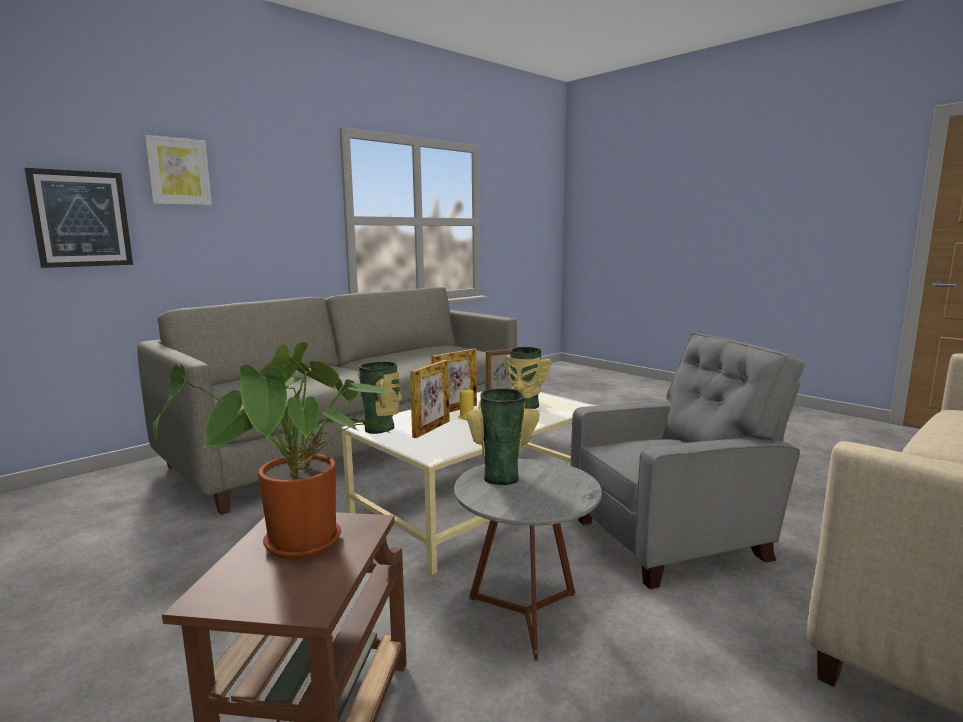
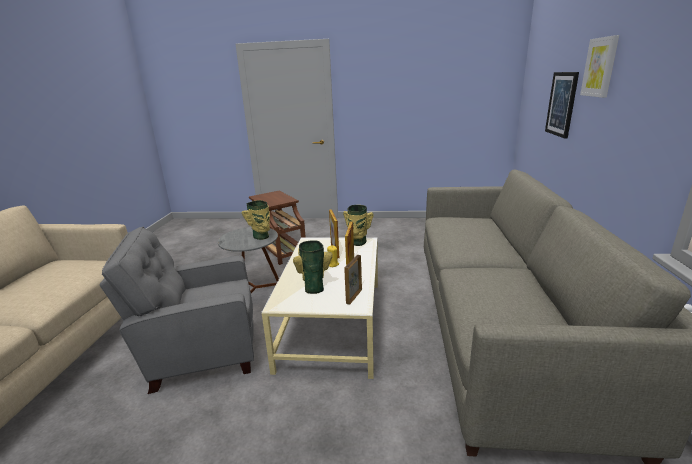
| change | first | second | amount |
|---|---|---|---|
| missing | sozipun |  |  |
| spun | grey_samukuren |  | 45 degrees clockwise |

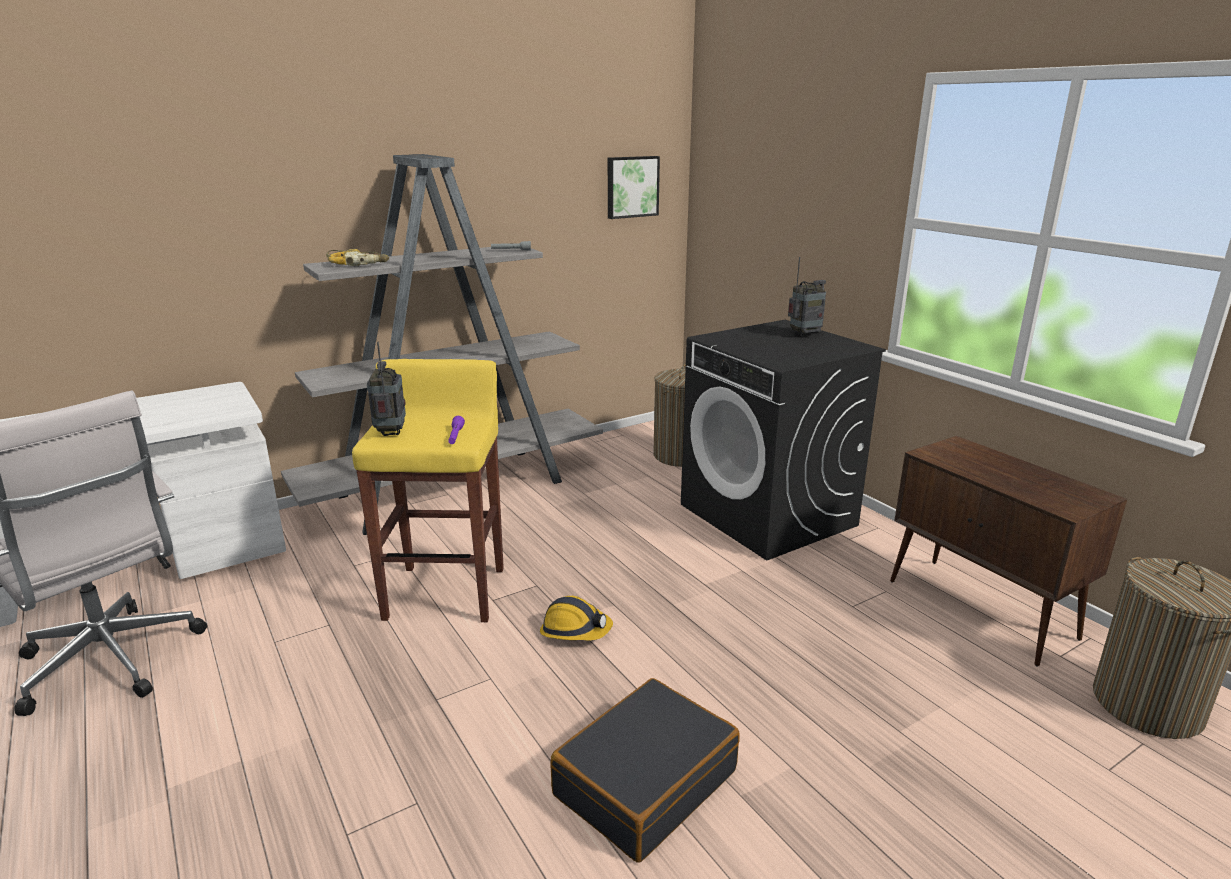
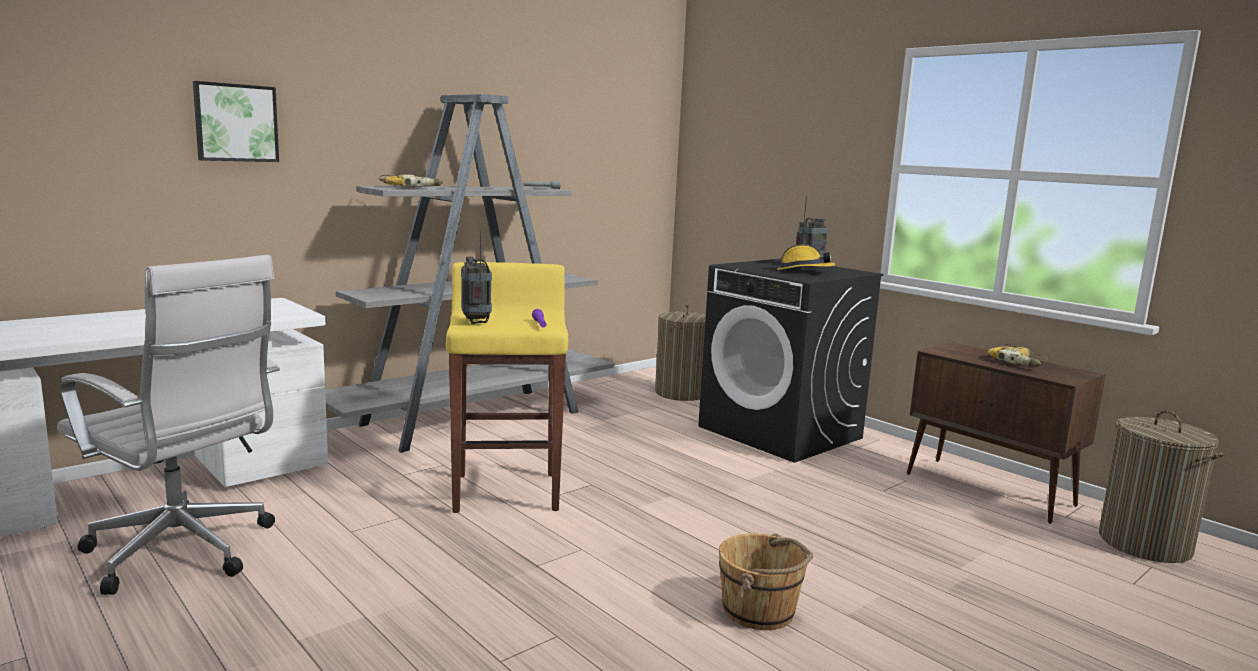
| change | first | second | amount |
|---|---|---|---|
| appeared |  | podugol (no. 2 from left) |  |
| relocated | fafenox |  |  |
| relocated | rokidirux |  |  |
| exchanged | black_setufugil | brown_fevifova |  |

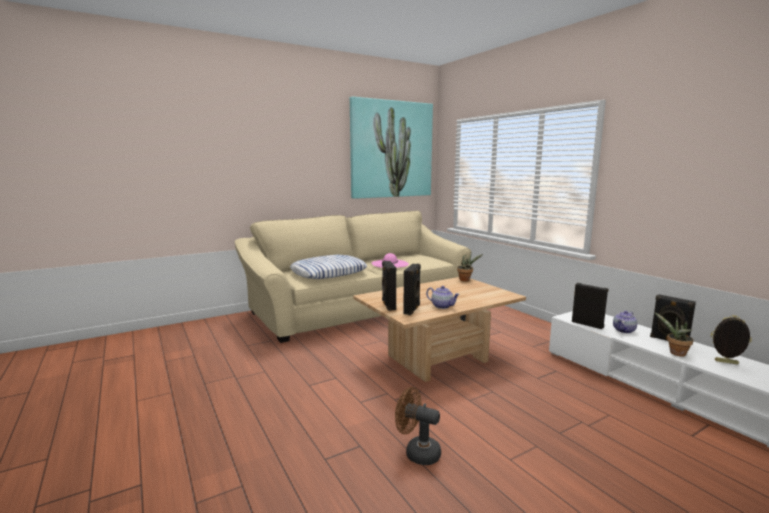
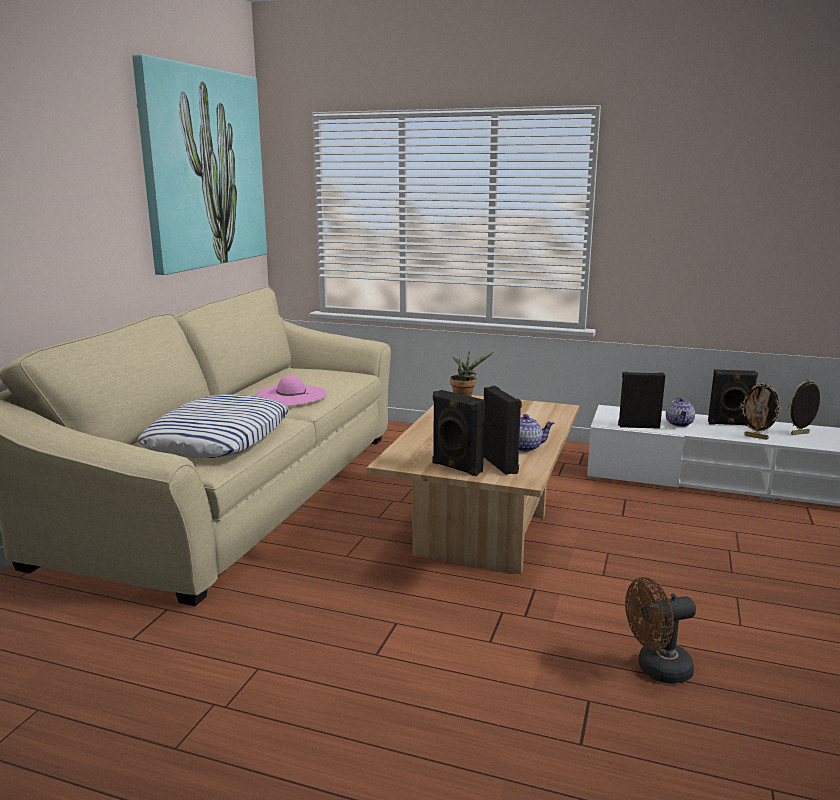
| change | first | second | amount |
|---|---|---|---|
| exchanged | sozipun (no. 2 from left) | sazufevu (no. 1 from left) |  |

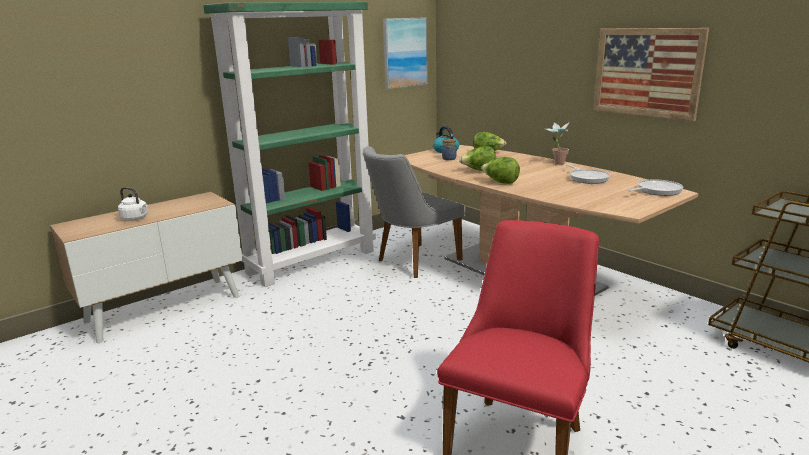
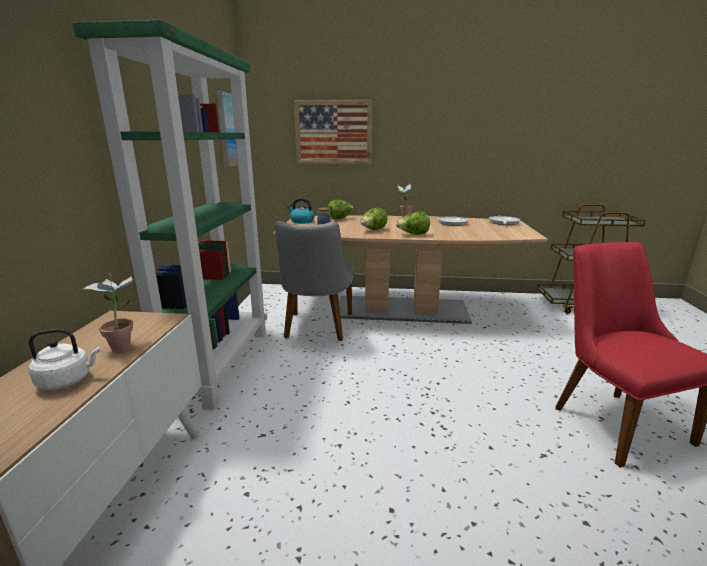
| change | first | second | amount |
|---|---|---|---|
| appeared |  | sozipun (no. 1 from left) |  |
| relocated | rokidirux (no. 2 from left) |  |  |

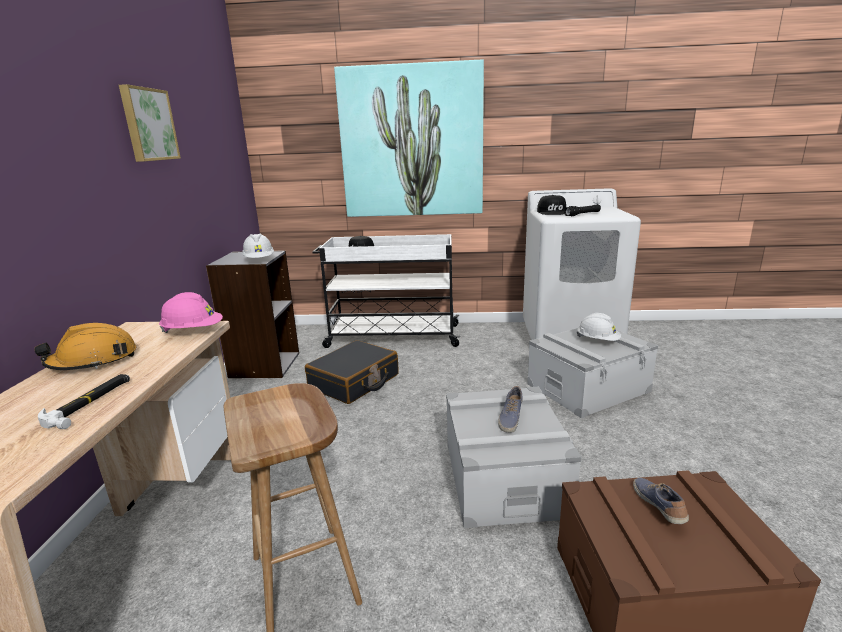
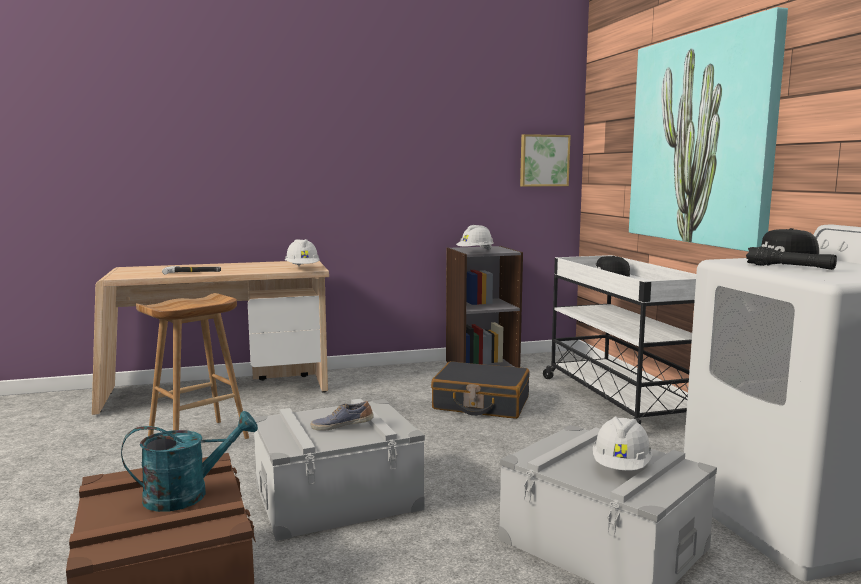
| change | first | second | amount |
|---|---|---|---|
| missing | orange_fafenox |  |  |
| relocated | rokidirux (no. 1 from left) |  |  |
| exchanged | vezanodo (no. 2 from left) | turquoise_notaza |  |
| colour | pink_fafenox | white_fafenox (no. 1 from left) |  |

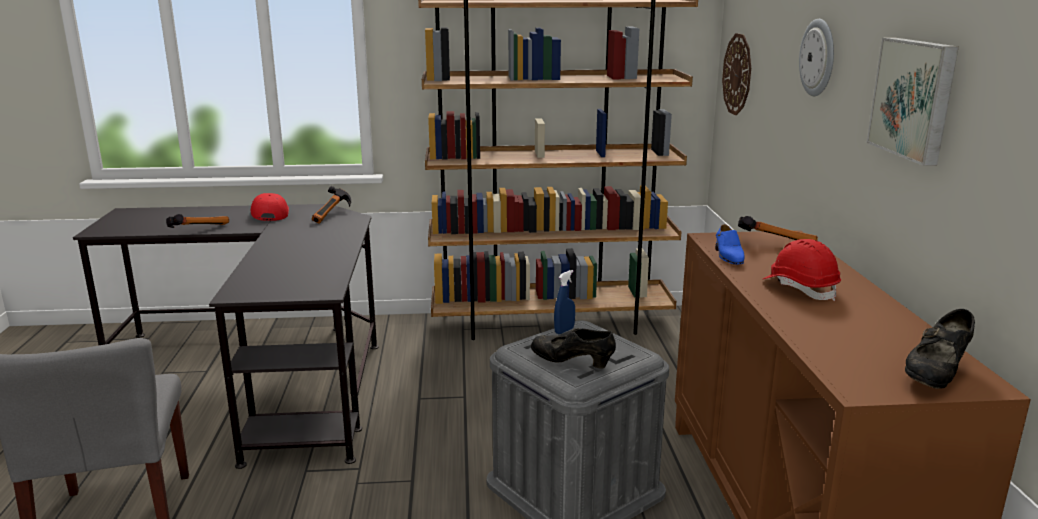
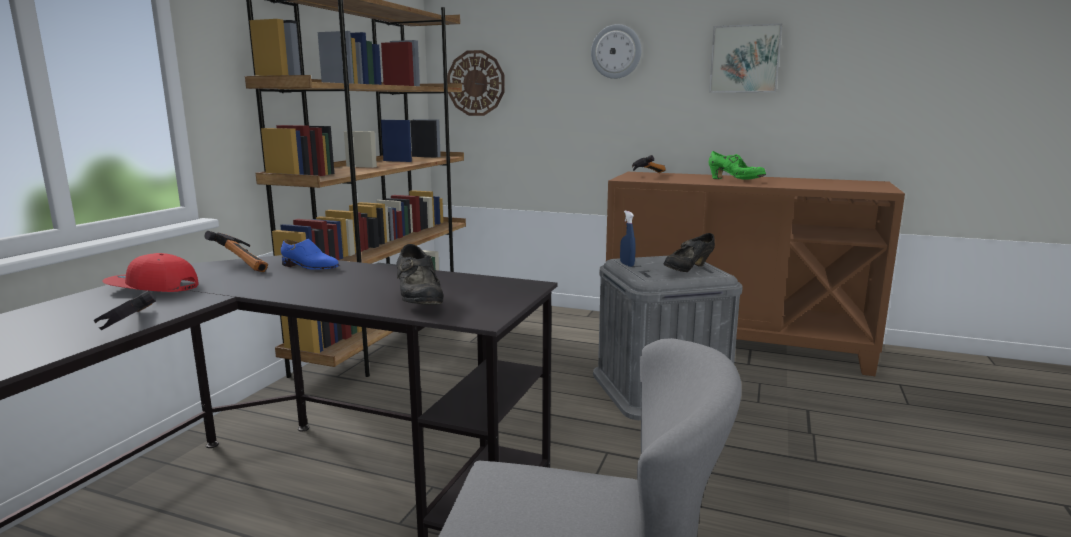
| change | first | second | amount |
|---|---|---|---|
| relocated | blue_vezanodo |  |  |
| relocated | black_vezanodo (no. 2 from left in the first image) | black_vezanodo (no. 1 from left) |  |
| exchanged | red_fafenox | green_vezanodo |  |

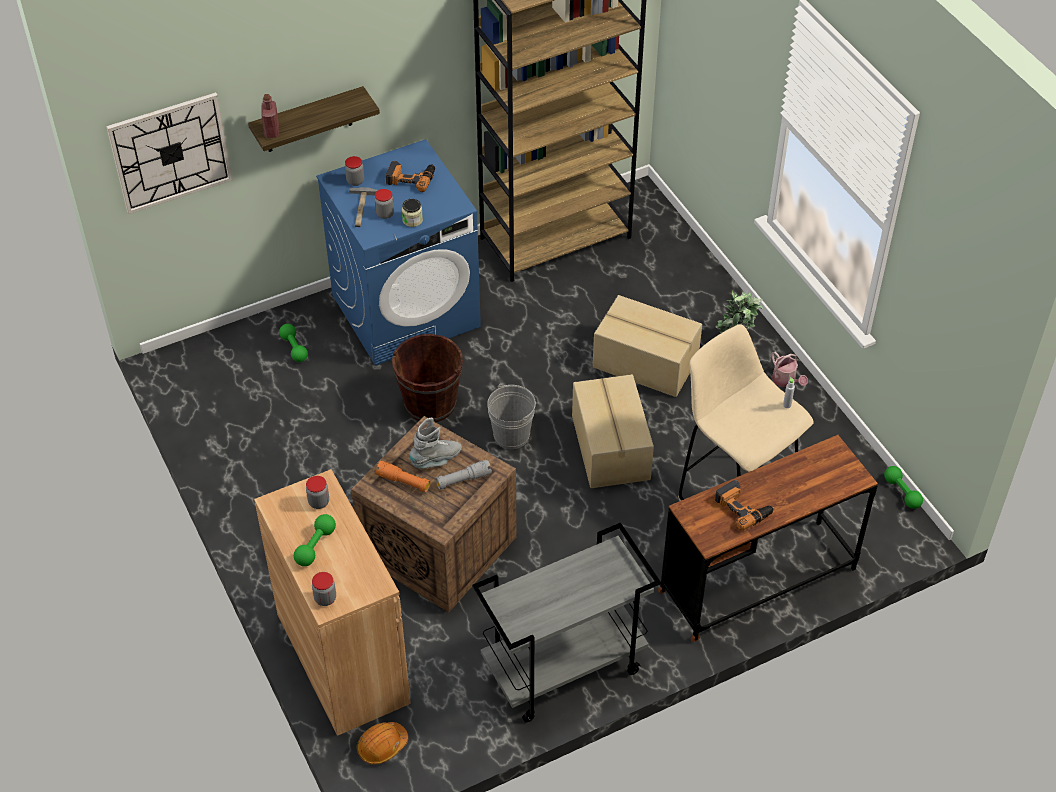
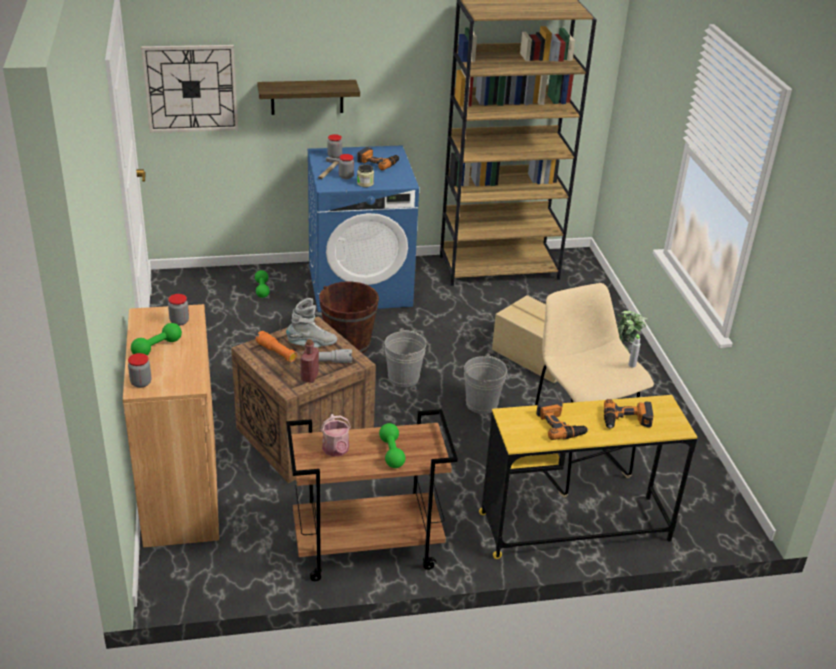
| change | first | second | amount |
|---|---|---|---|
| missing | orange_fafenox |  |  |
| appeared |  | podugol (no. 3 from left) |  |
| relocated | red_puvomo |  |  |
| relocated | notaza |  |  |
| relocated | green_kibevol (no. 3 from left) |  |  |
| exchanged | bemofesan (no. 1 from left) | grey_fevifova (no. 2 from left) |  |
| colour | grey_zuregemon | brown_zuregemon |  |
| colour | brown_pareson | yellow_pareson |  |

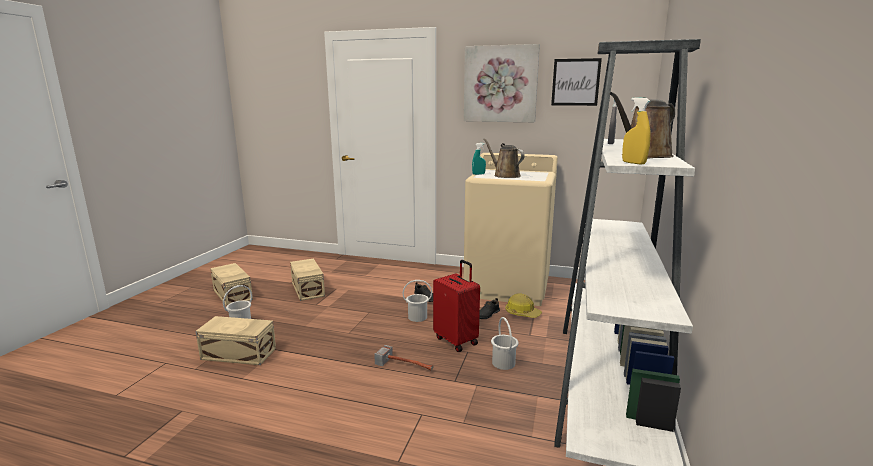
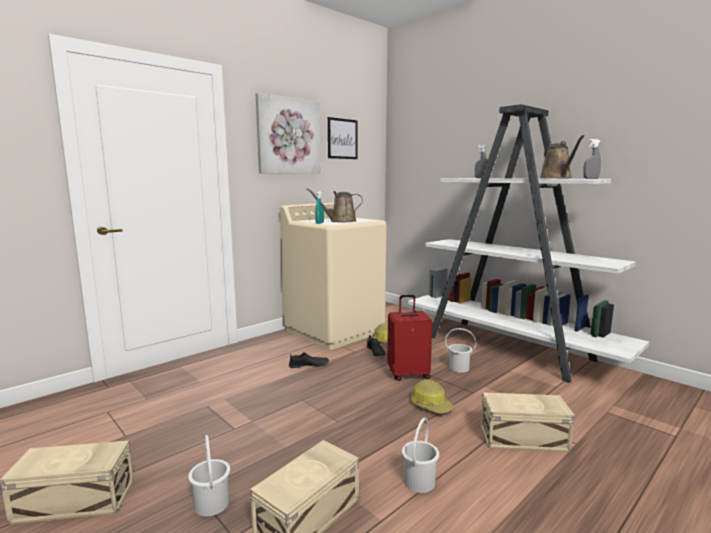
| change | first | second | amount |
|---|---|---|---|
| relocated | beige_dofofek (no. 3 from left) |  |  |
| relocated | white_fevifova (no. 2 from left) |  |  |
| exchanged | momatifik | fafenox (no. 2 from left) |  |
| colour | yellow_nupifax | grey_nupifax (no. 2 from left) |  |

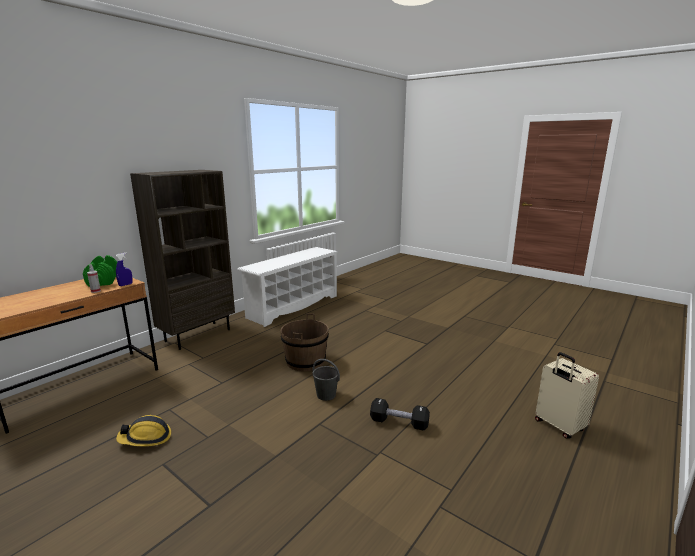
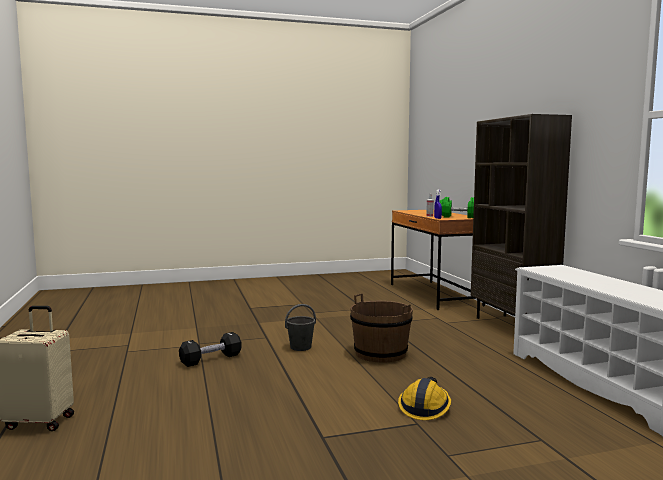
| change | first | second | amount |
|---|---|---|---|
| relocated | fafenox |  |  |

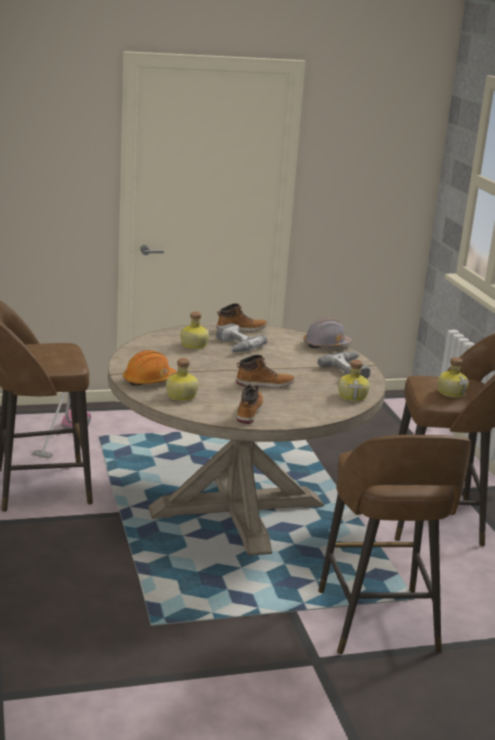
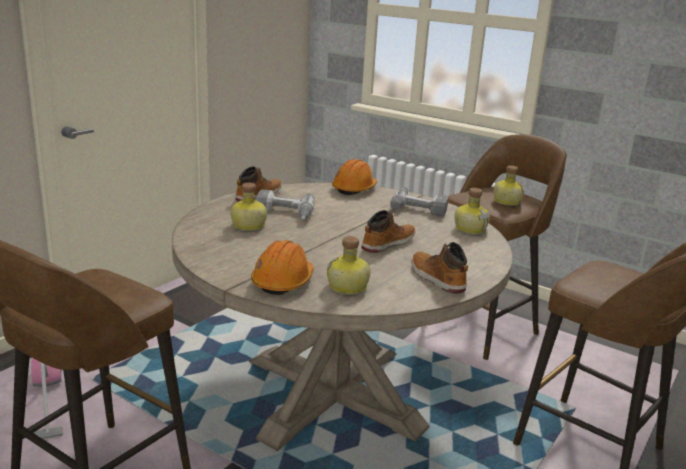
| change | first | second | amount |
|---|---|---|---|
| colour | grey_fafenox | orange_fafenox (no. 2 from left) |  |

